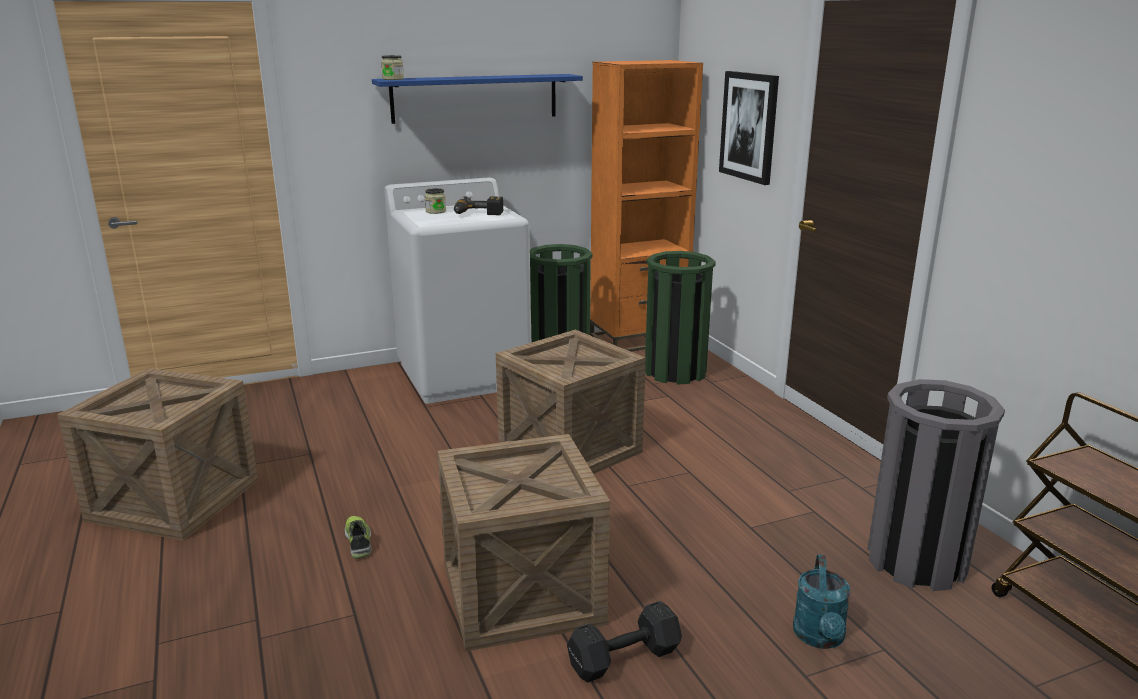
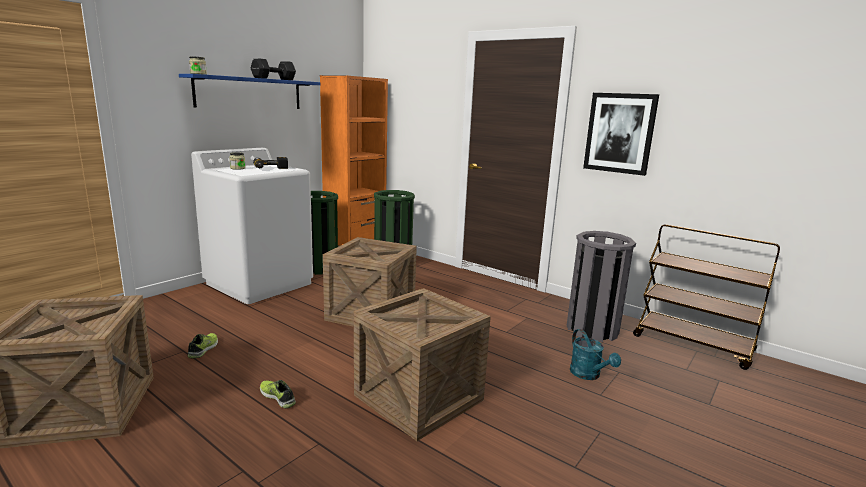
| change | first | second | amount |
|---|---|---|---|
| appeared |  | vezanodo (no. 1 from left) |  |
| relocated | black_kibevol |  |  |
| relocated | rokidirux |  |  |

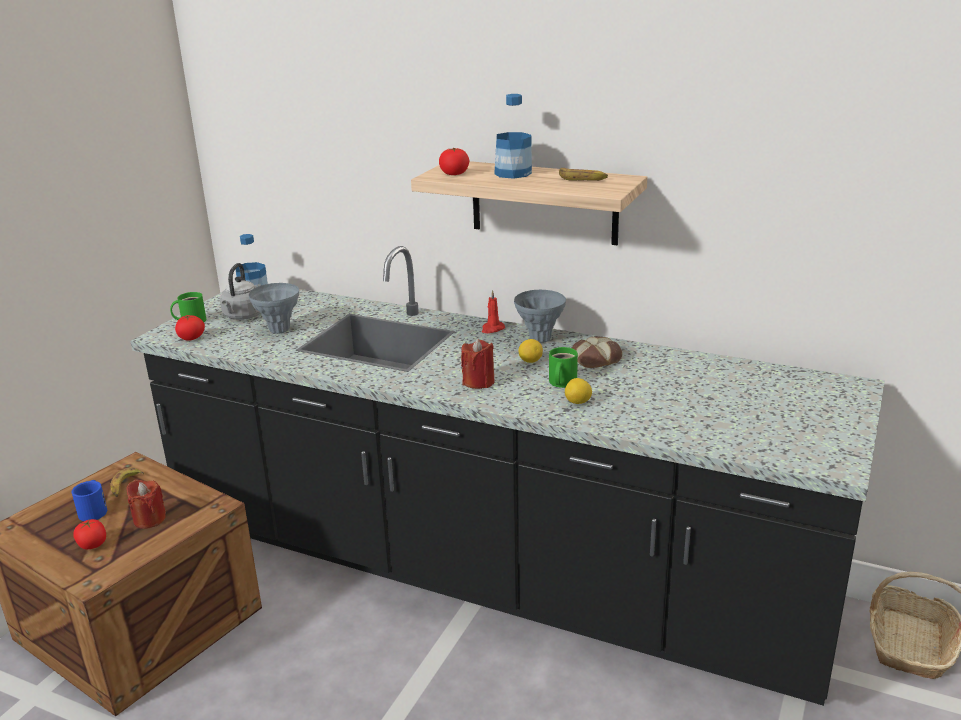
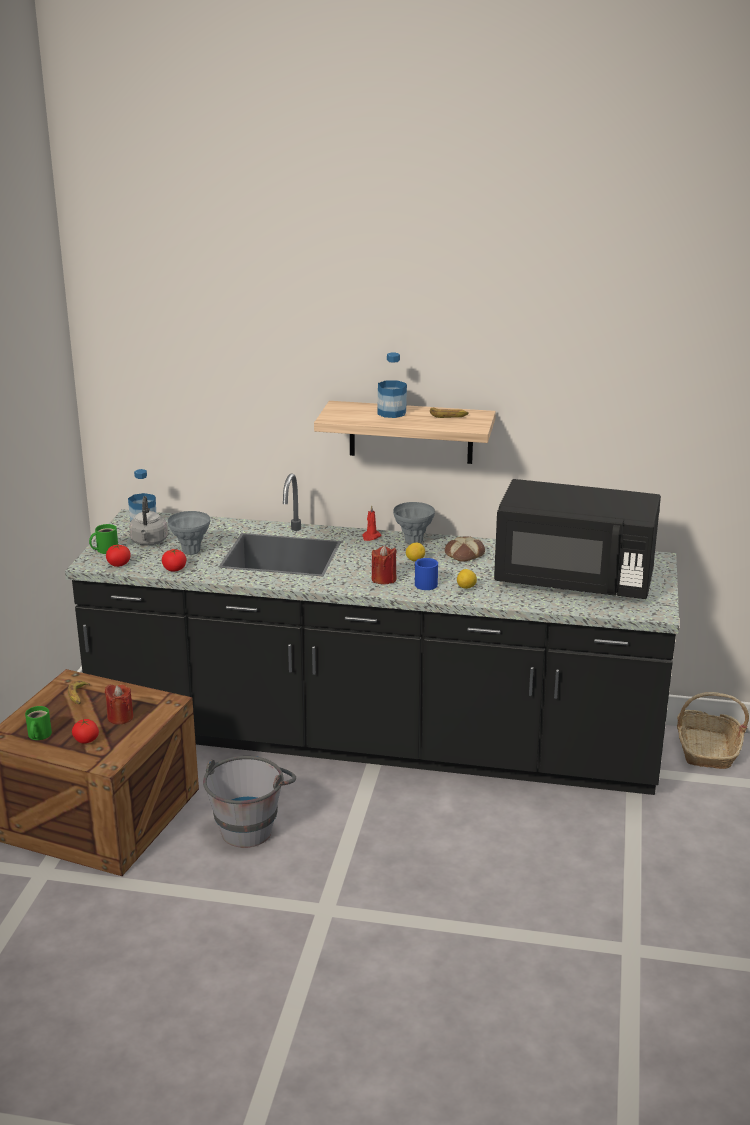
| change | first | second | amount |
|---|---|---|---|
| appeared |  | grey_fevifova |  |
| appeared |  | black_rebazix |  |
| relocated | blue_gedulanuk |  |  |
| relocated | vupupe (no. 3 from left) |  |  |
| relocated | green_gedulanuk (no. 2 from left in the first image) | green_gedulanuk (no. 1 from left) |  |

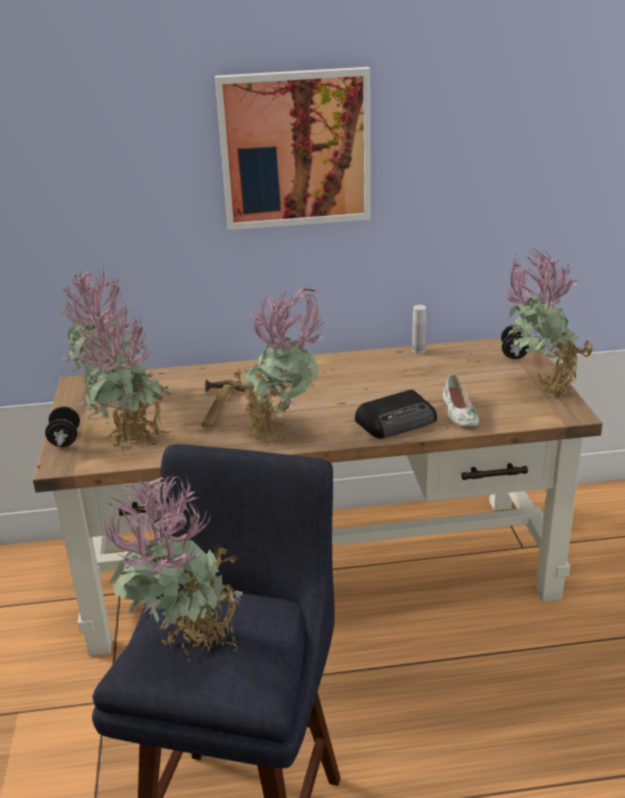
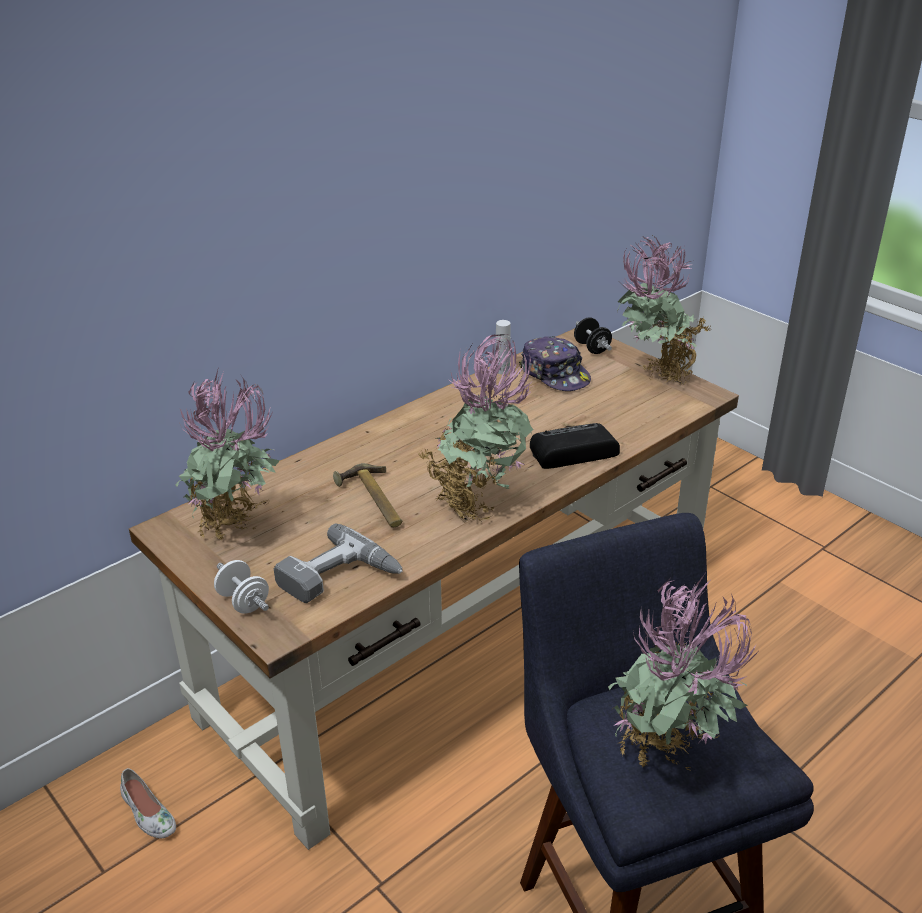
| change | first | second | amount |
|---|---|---|---|
| missing | rokidirux |  |  |
| appeared |  | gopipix |  |
| relocated | white_vezanodo |  |  |
| exchanged | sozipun (no. 2 from left) | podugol |  |
| colour | black_kibevol (no. 1 from left) | white_kibevol |  |
| spun | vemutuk |  | 135 degrees counterclockwise |

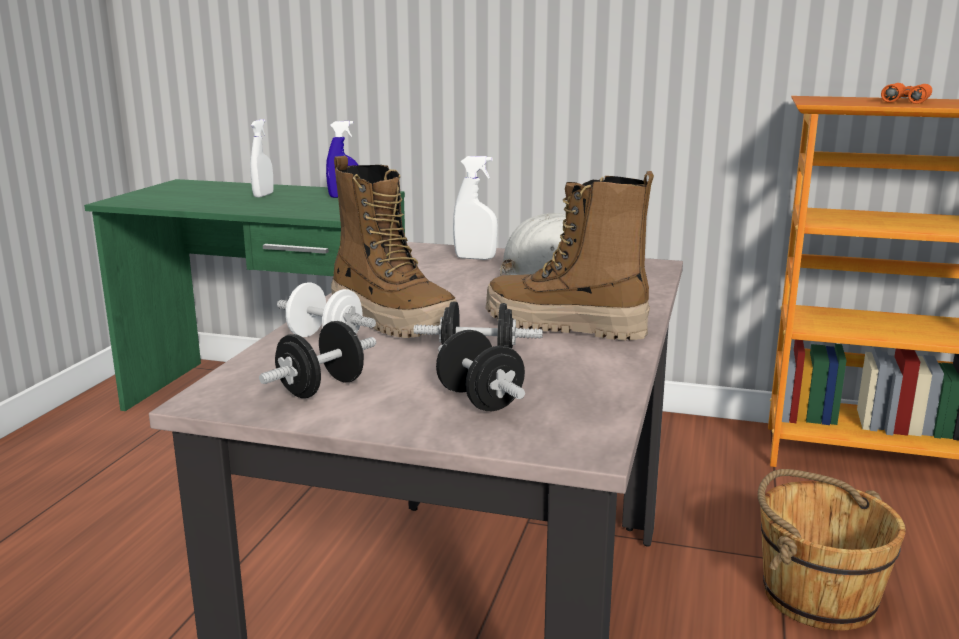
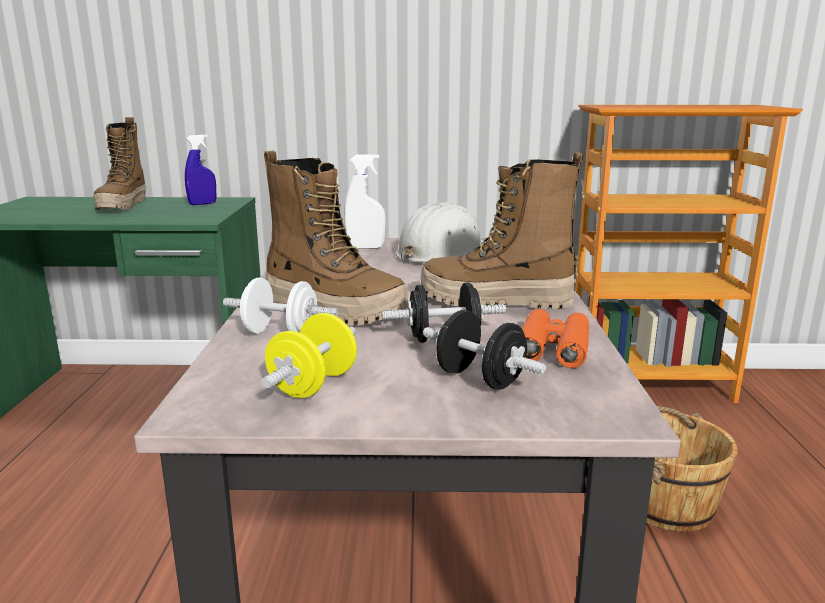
| change | first | second | amount |
|---|---|---|---|
| relocated | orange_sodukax |  |  |
| exchanged | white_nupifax (no. 1 from left) | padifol (no. 1 from left) |  |
| colour | black_kibevol (no. 1 from left) | yellow_kibevol |  |

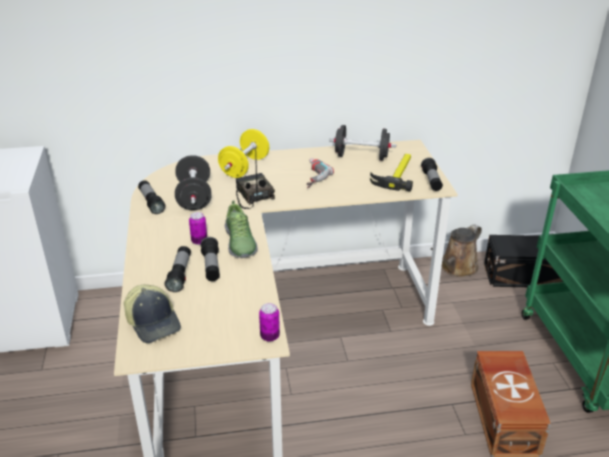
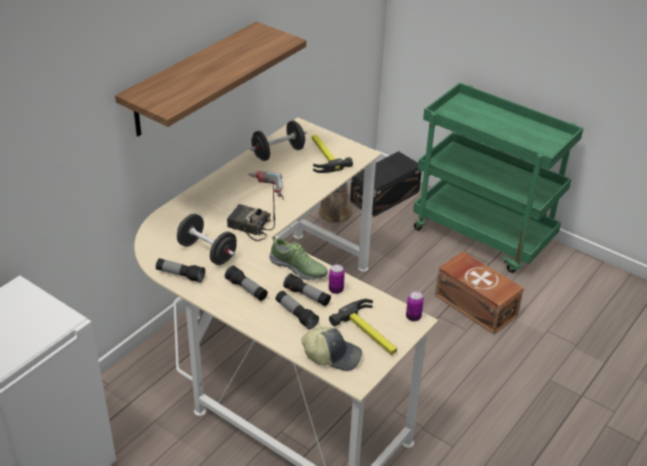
| change | first | second | amount |
|---|---|---|---|
| missing | yellow_kibevol |  |  |
| appeared |  | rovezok |  |
| appeared |  | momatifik (no. 2 from left) |  |
| relocated | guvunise (no. 1 from left) |  |  |
| relocated | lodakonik (no. 4 from left in the first image) | lodakonik (no. 2 from left) |  |

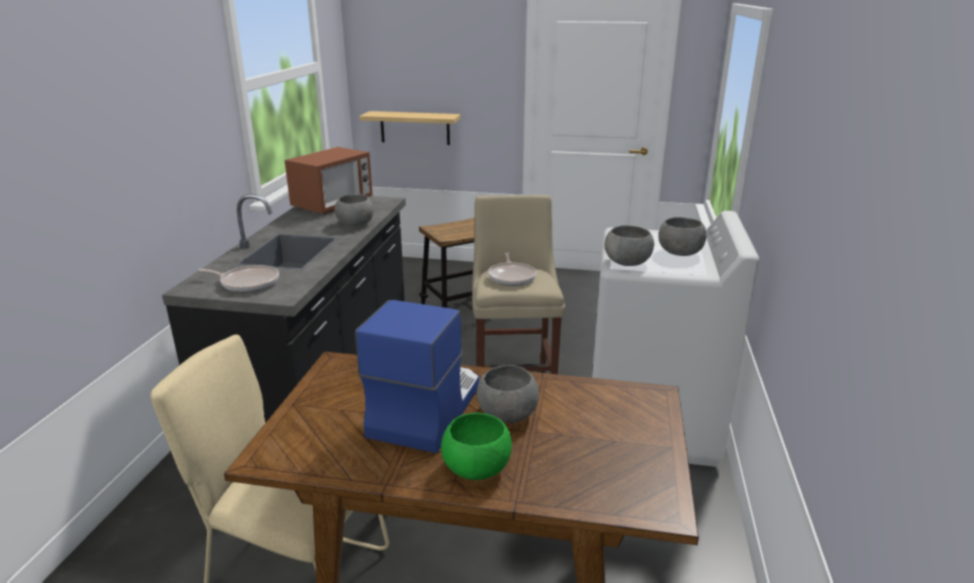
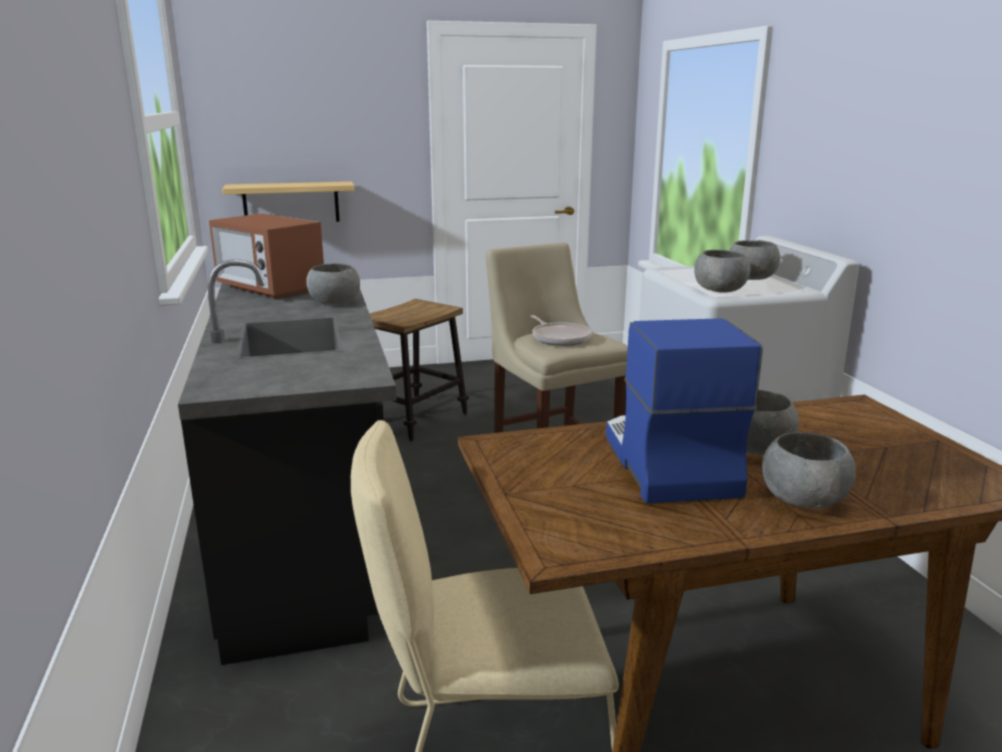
| change | first | second | amount |
|---|---|---|---|
| missing | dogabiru (no. 1 from left) |  |  |
| colour | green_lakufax | grey_lakufax (no. 5 from left) |  |
| spun | rebazix |  | 120 degrees clockwise |

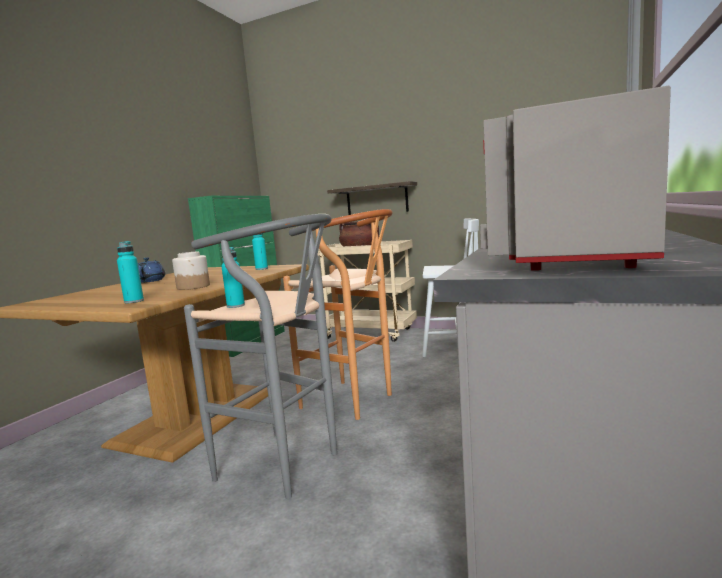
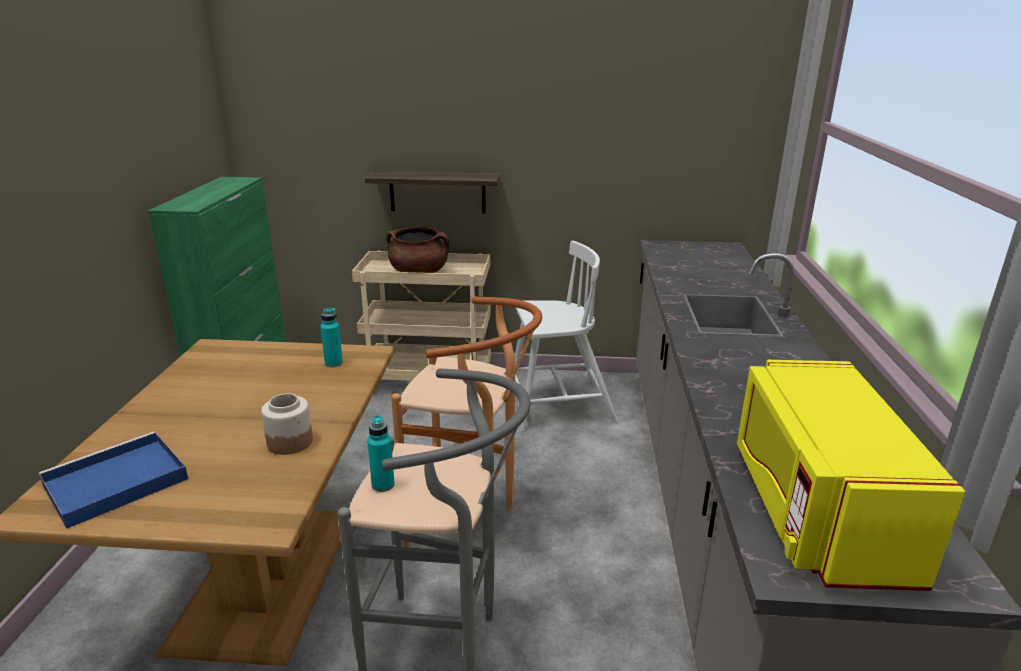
| change | first | second | amount |
|---|---|---|---|
| missing | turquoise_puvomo (no. 1 from left) |  |  |
| missing | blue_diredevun |  |  |
| appeared |  | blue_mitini |  |
| colour | grey_rebazix | yellow_rebazix |  |

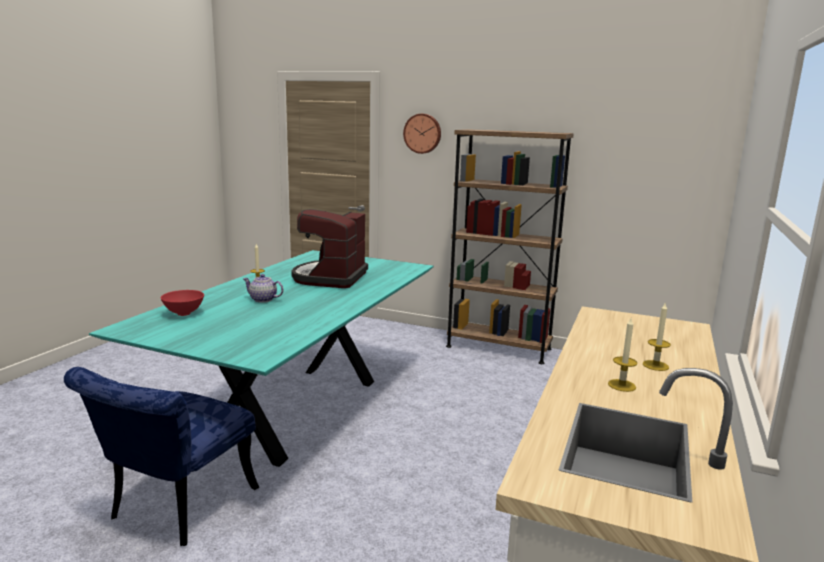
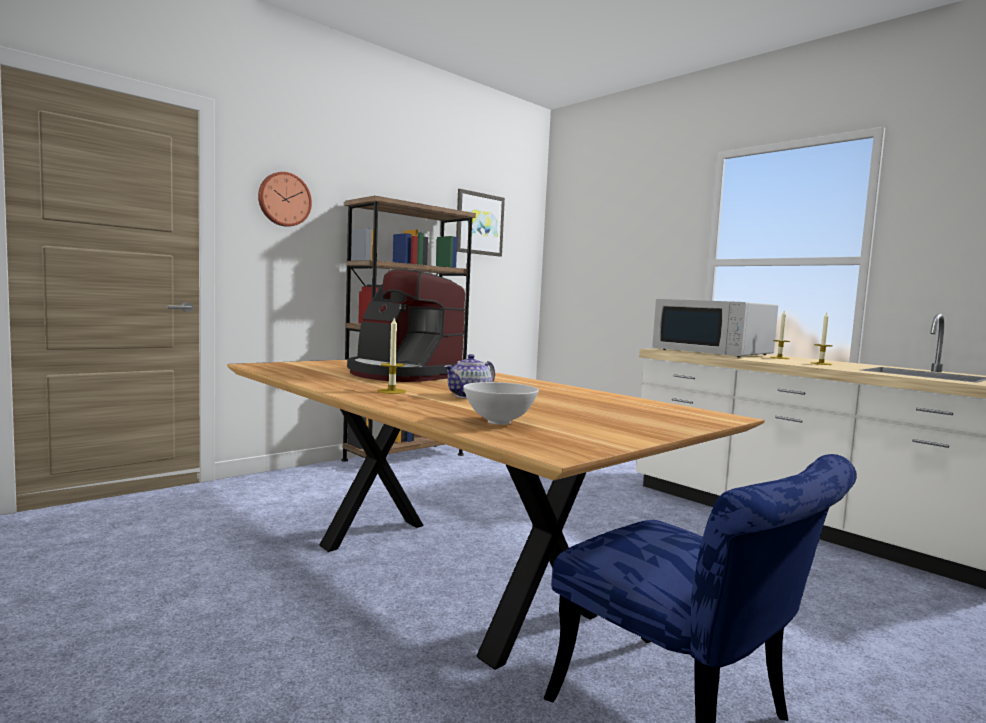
| change | first | second | amount |
|---|---|---|---|
| appeared |  | rokidirux |  |
| appeared |  | white_rebazix |  |
| colour | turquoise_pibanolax | brown_pibanolax |  |
| colour | red_lakufax | white_lakufax |  |

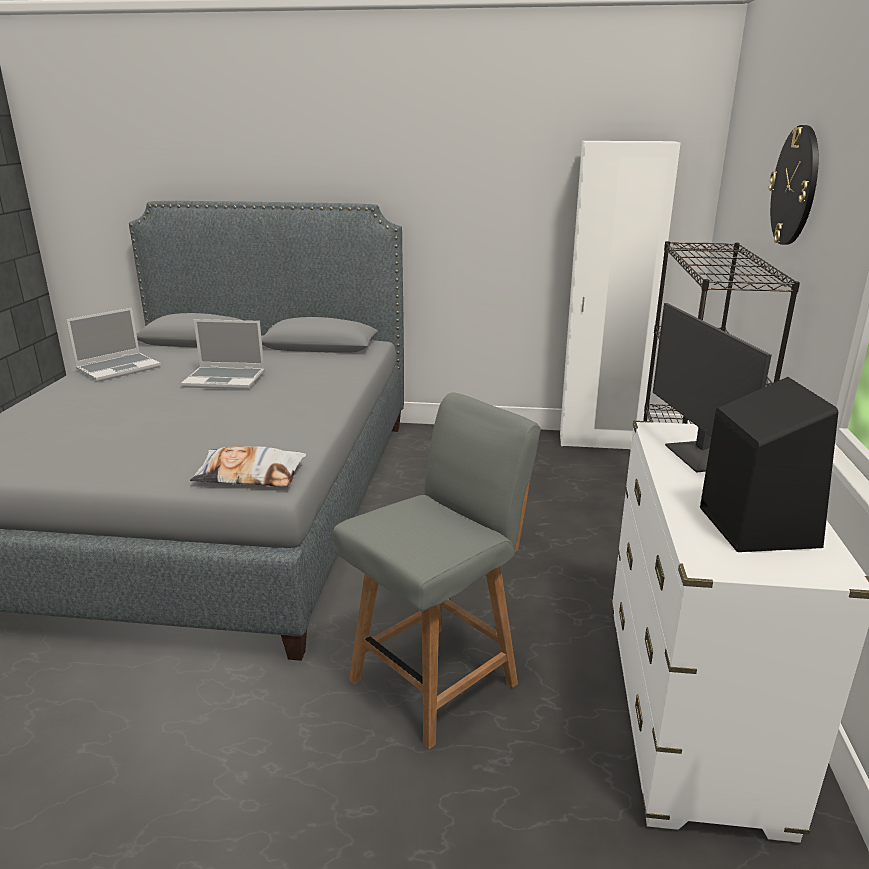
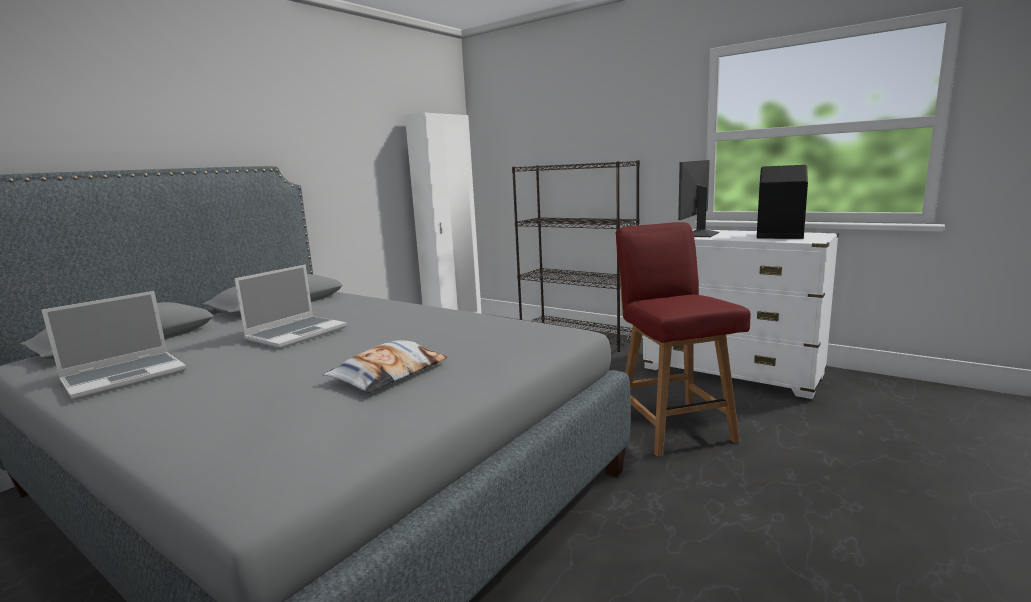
| change | first | second | amount |
|---|---|---|---|
| missing | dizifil |  |  |
| relocated | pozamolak |  |  |
| colour | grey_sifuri | red_sifuri |  |
| spun | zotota (no. 1 from left) |  | 60 degrees clockwise |
| spun | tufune |  | 105 degrees clockwise |

